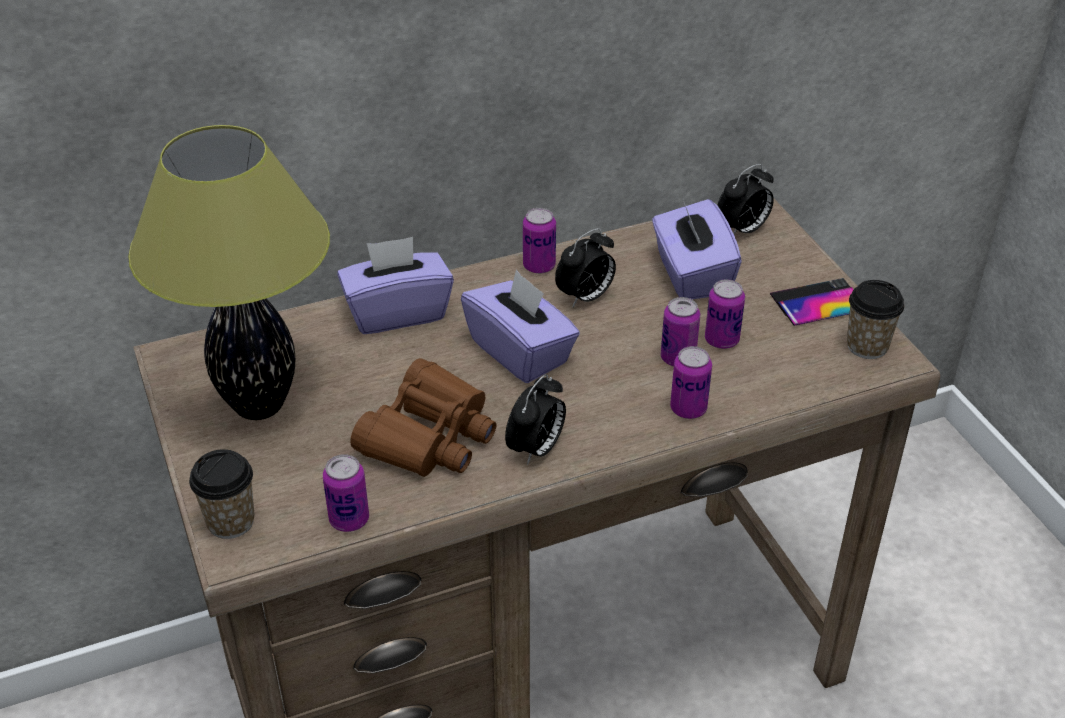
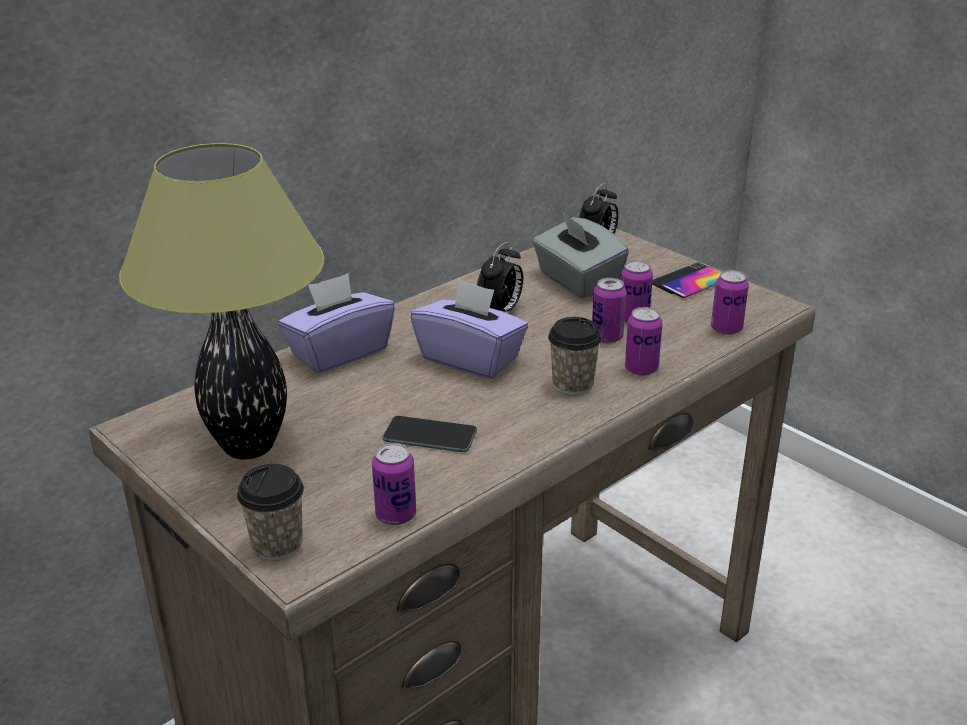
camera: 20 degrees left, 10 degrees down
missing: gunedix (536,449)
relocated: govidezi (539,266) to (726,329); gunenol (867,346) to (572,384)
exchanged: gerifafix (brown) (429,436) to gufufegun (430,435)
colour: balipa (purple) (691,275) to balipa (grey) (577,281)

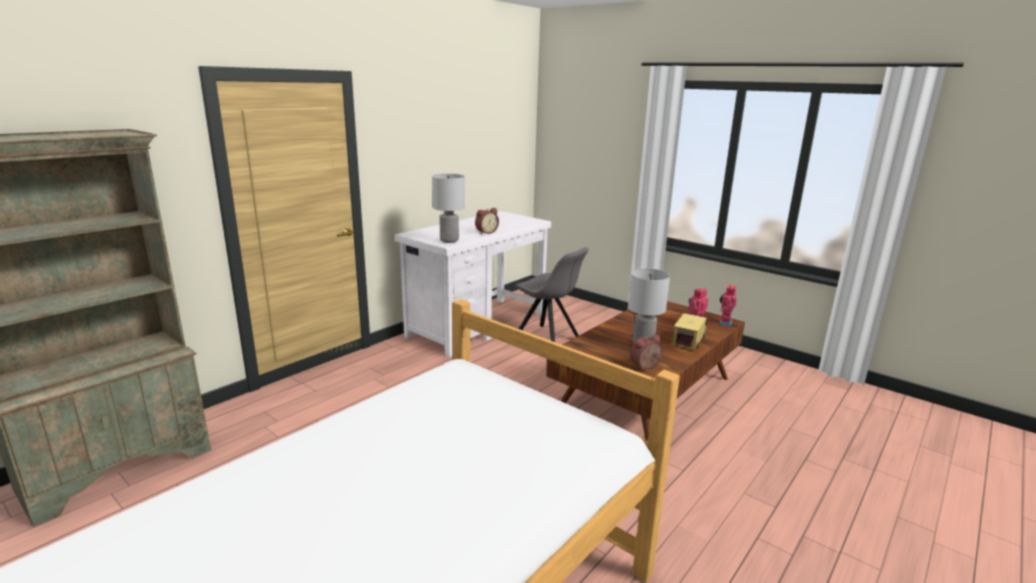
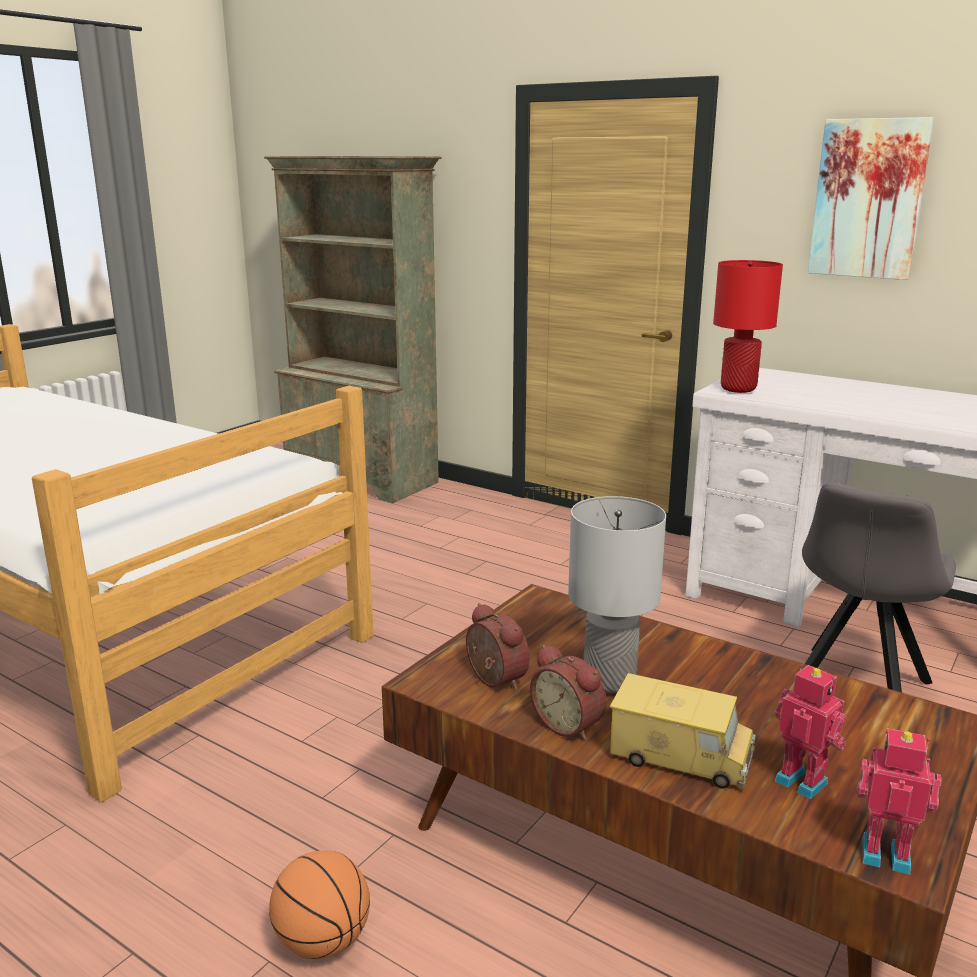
camera: 85 degrees right, 0 degrees up
appeared: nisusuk (323,941); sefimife (868,199)
relocated: gunedix (486,232) to (569,724)
colour: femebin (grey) (449,242) to femebin (red) (737,391)

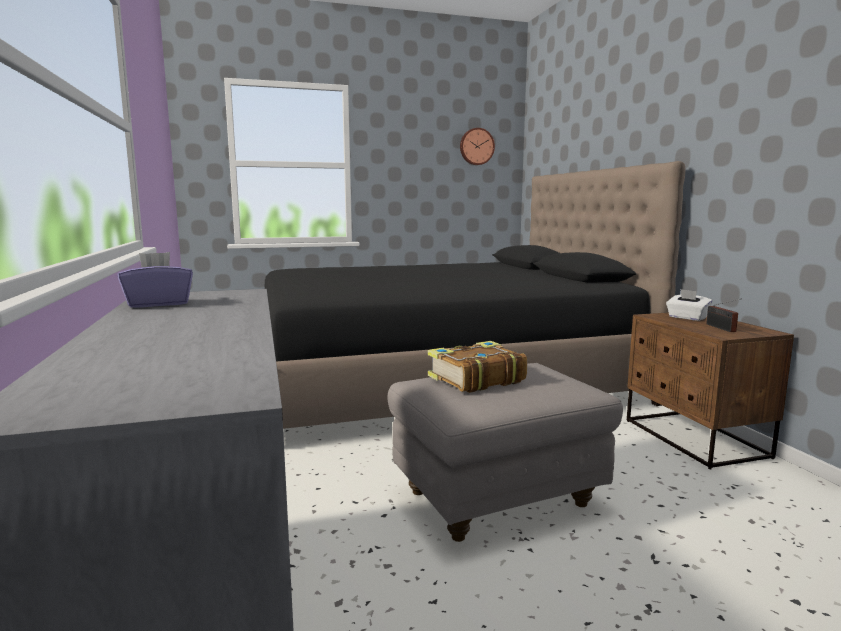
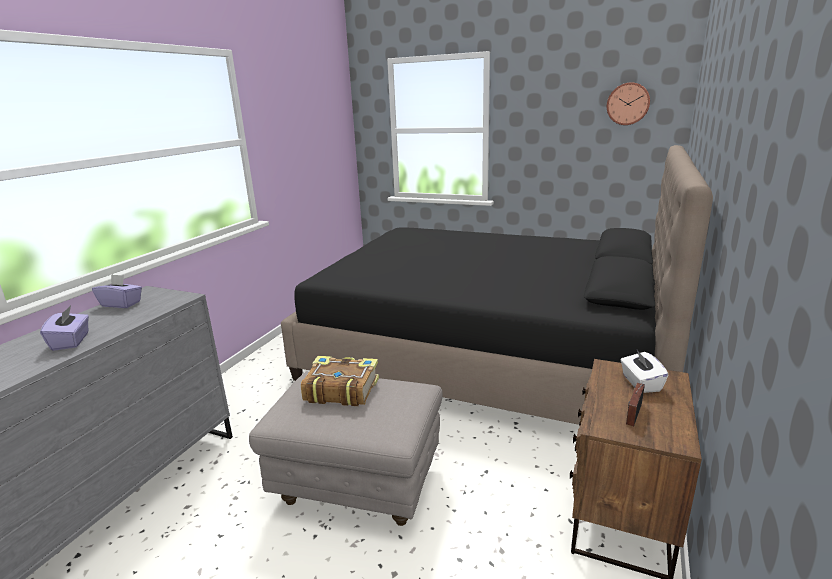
camera: 40 degrees right, 10 degrees up
appeared: balipa (purple) (71,341)

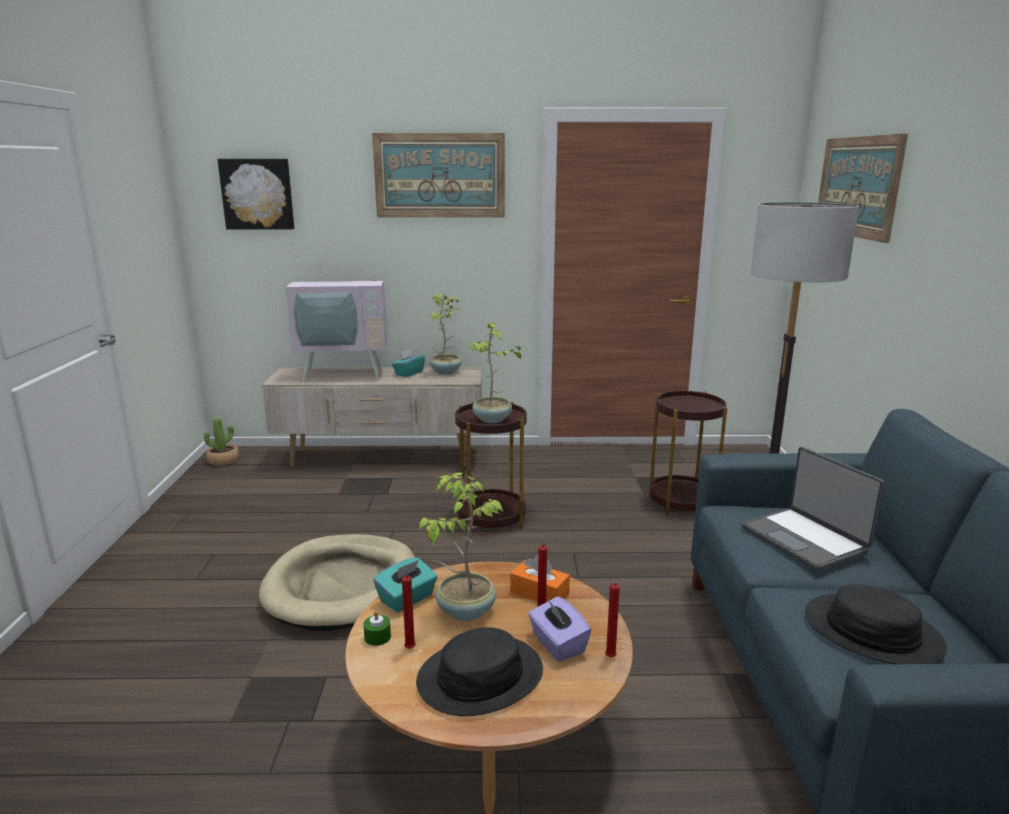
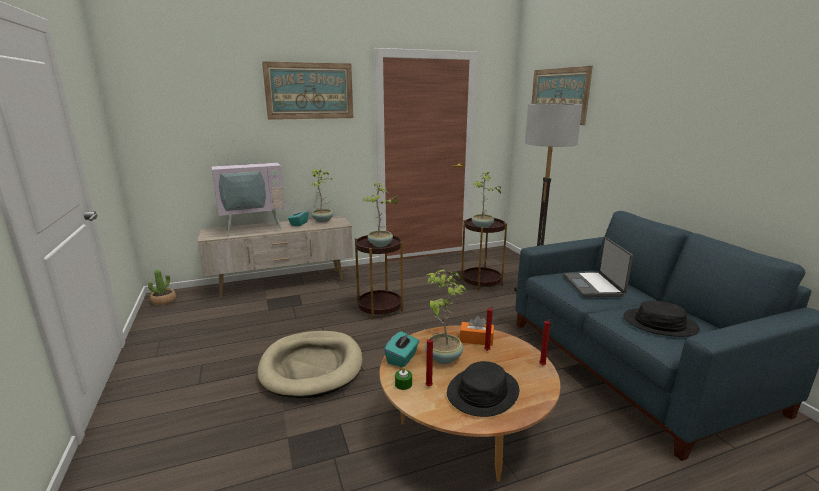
camera: 20 degrees left, 0 degrees up
missing: sefimife (257,194); balipa (purple) (557,644)
appeared: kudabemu (482,226)
spun: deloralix (805,540) = (593,286) 45 degrees clockwise

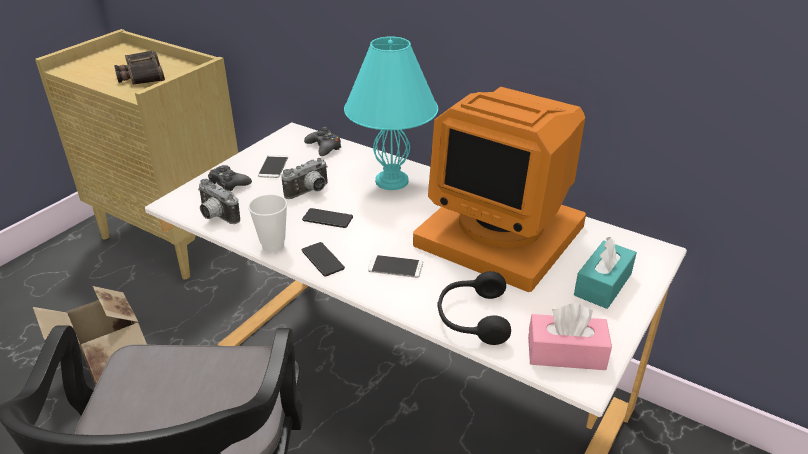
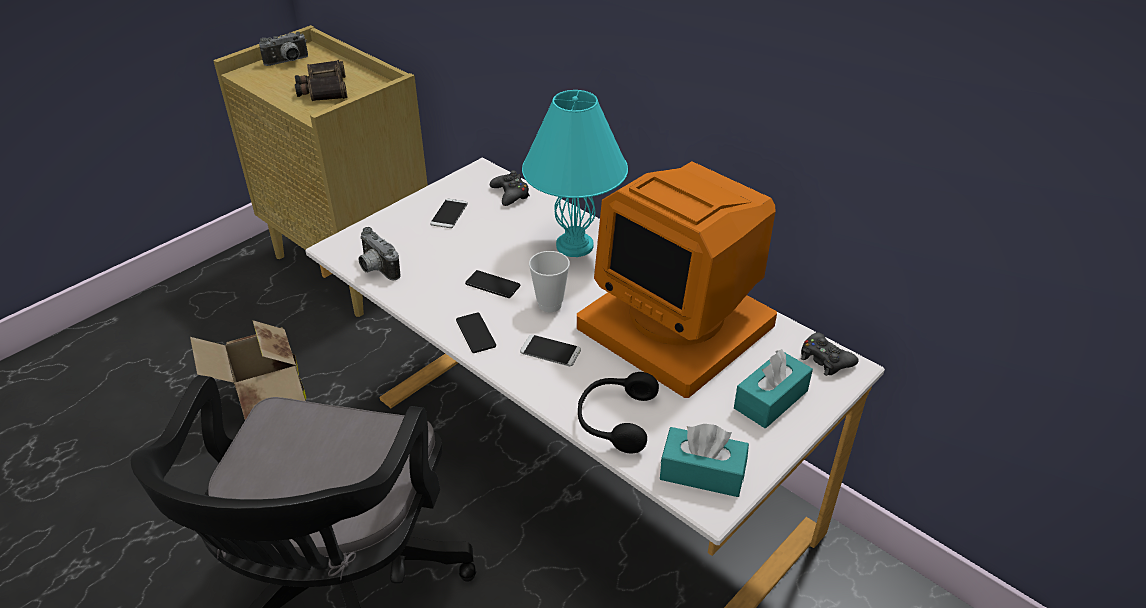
camera: 10 degrees right, 5 degrees up
relocated: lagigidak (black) (228,183) to (825,360); gunenol (273,246) to (550,305); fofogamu (309,192) to (288,62)
colour: balipa (pink) (566,353) to balipa (turquoise) (702,472)

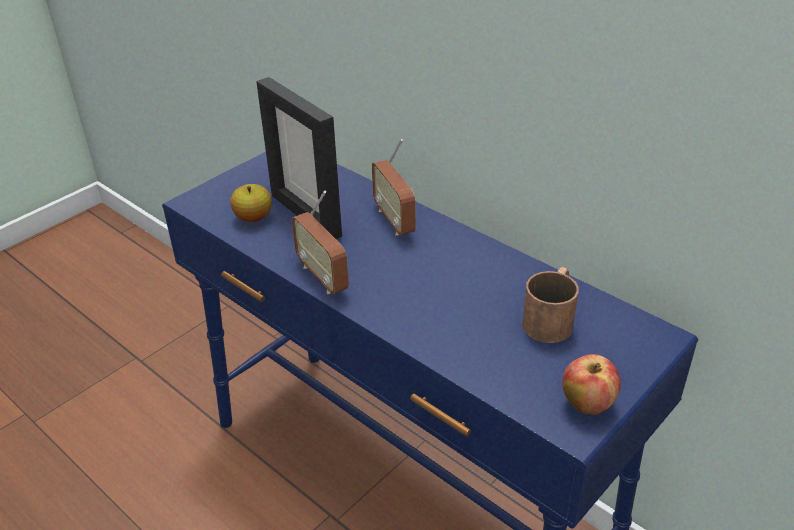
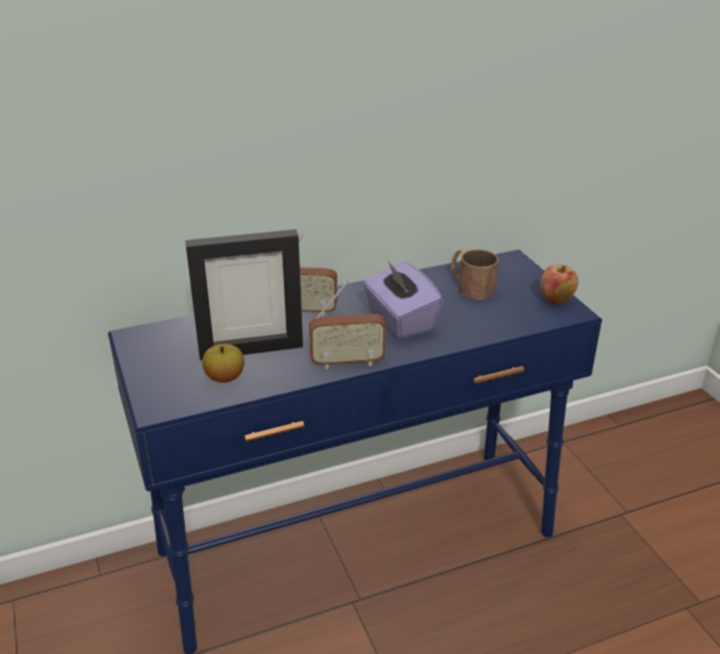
camera: 65 degrees left, 5 degrees down
appeared: balipa (purple) (399,320)

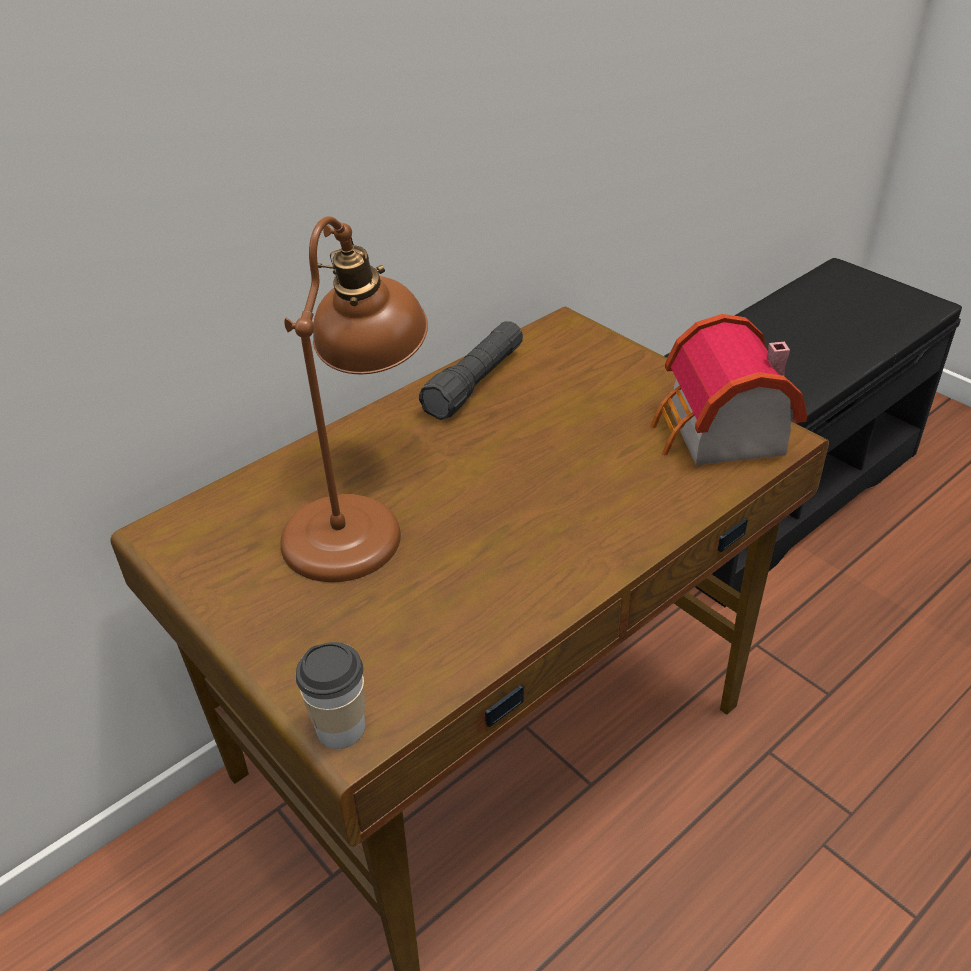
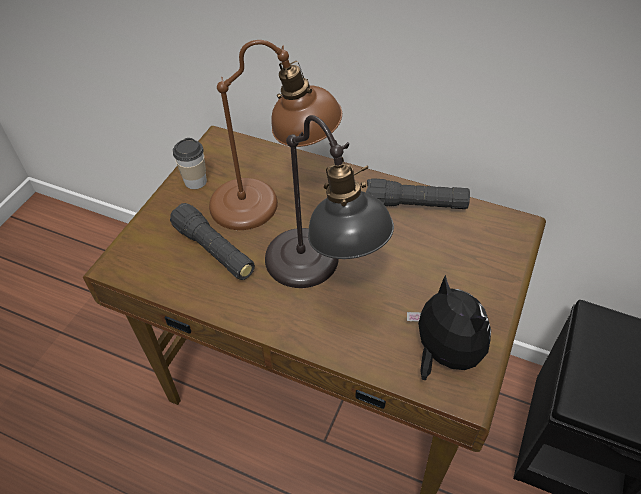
camera: 65 degrees right, 10 degrees up
appeared: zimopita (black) (214,250); femebin (grey) (323,278)
relocated: gunenol (341,728) to (195,181)
exchanged: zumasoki (719,435) to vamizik (444,354)

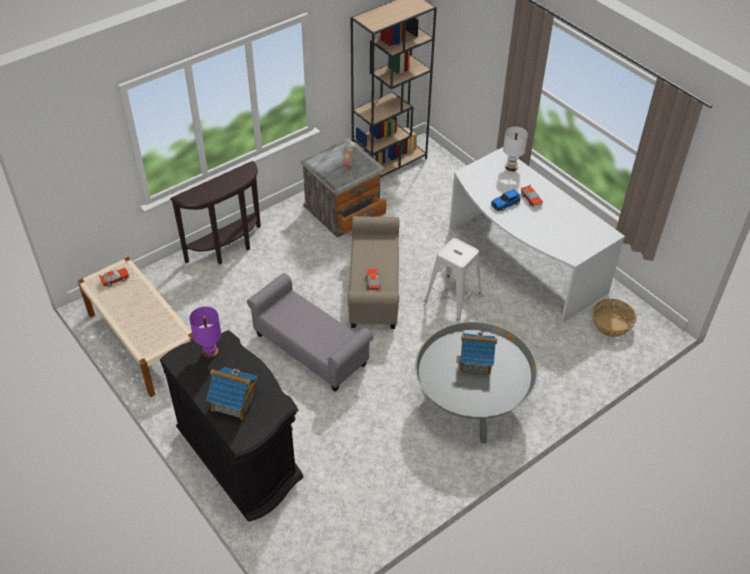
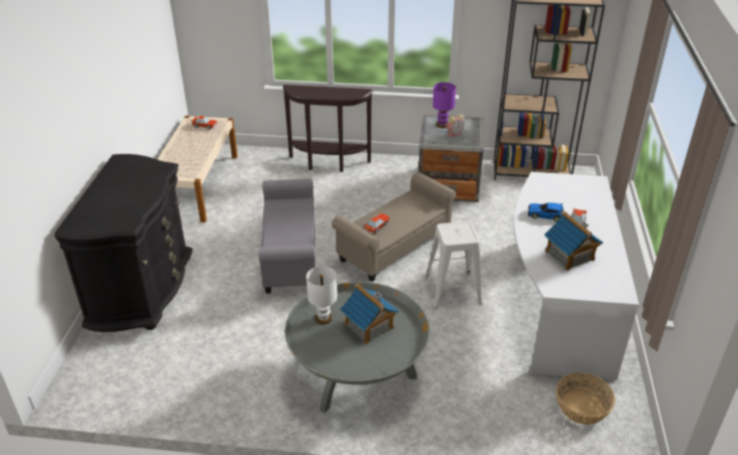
camera: 45 degrees right, 10 degrees down
relocated: femebin (purple) (210,352) to (442,124); zumasoki (234,401) to (569,255); femebin (white) (511,167) to (323,318)

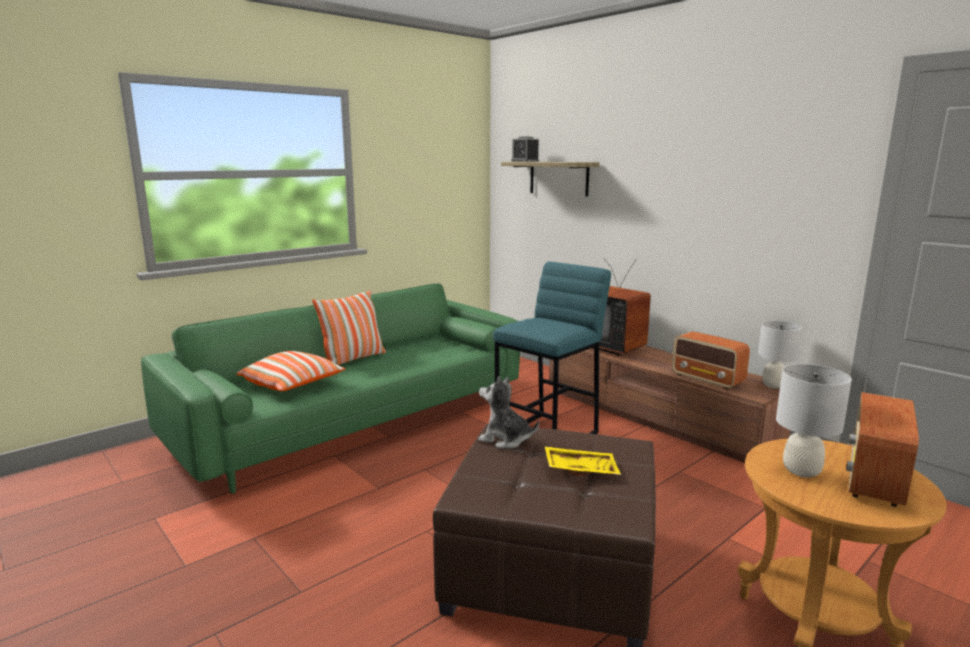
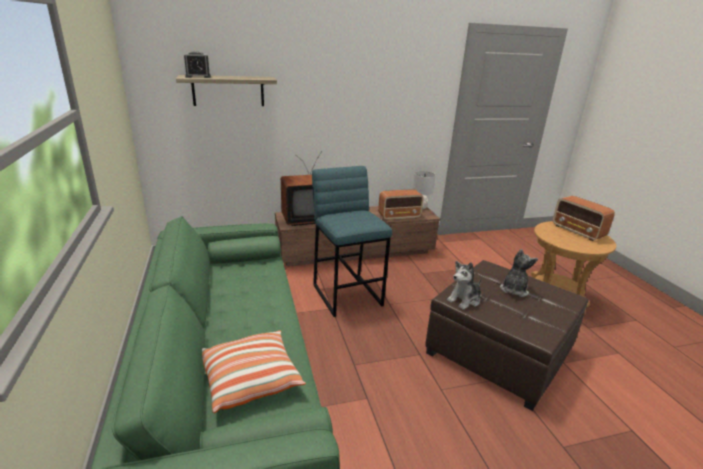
camera: 65 degrees left, 10 degrees up
missing: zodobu (353,359); femebin (grey) (800,472)
exchanged: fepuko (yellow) (581,469) to vamizik (513,290)

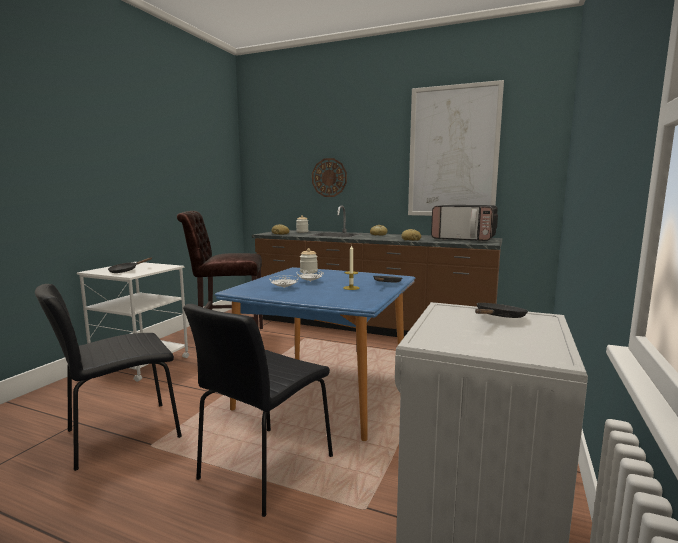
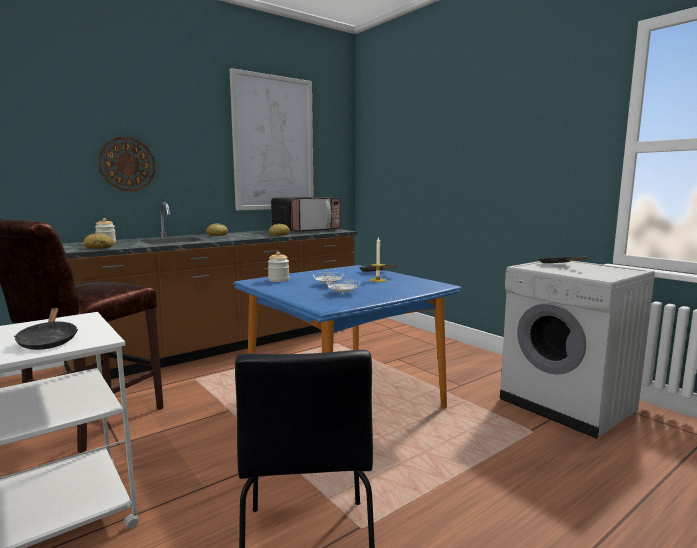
camera: 60 degrees left, 0 degrees up
missing: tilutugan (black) (263,469)

